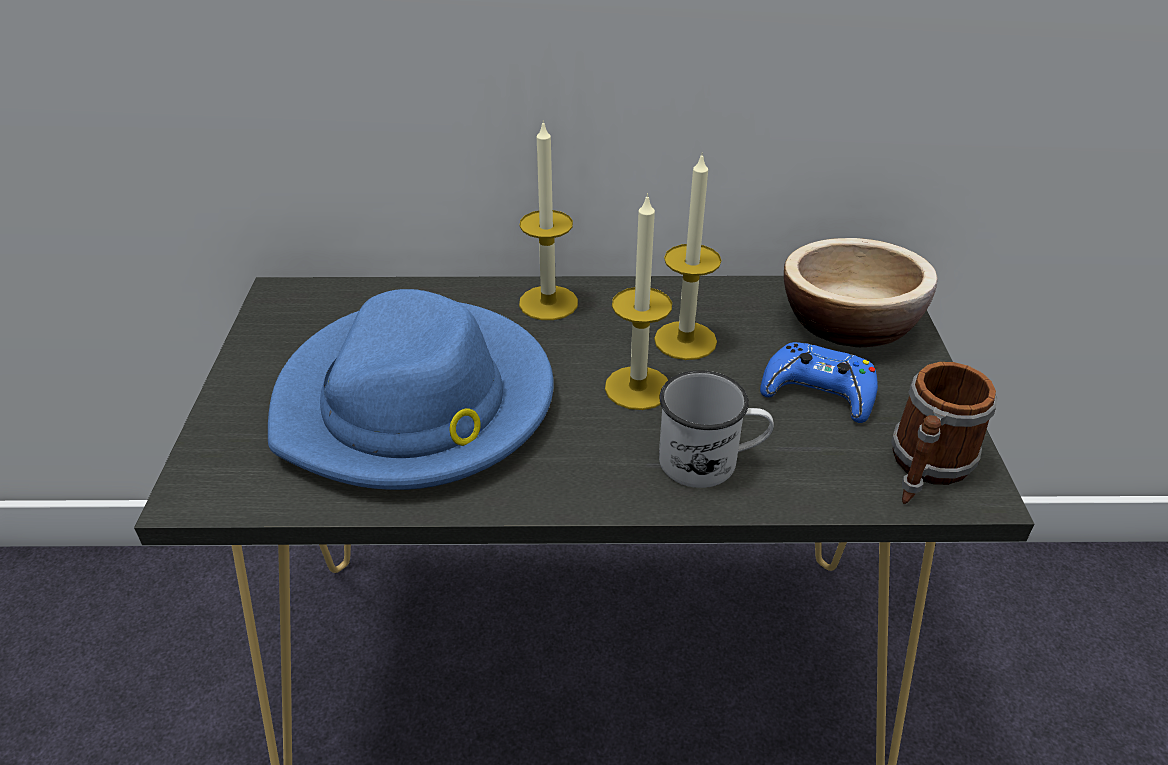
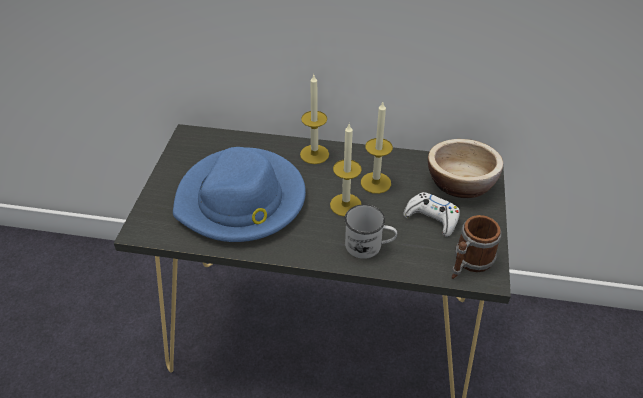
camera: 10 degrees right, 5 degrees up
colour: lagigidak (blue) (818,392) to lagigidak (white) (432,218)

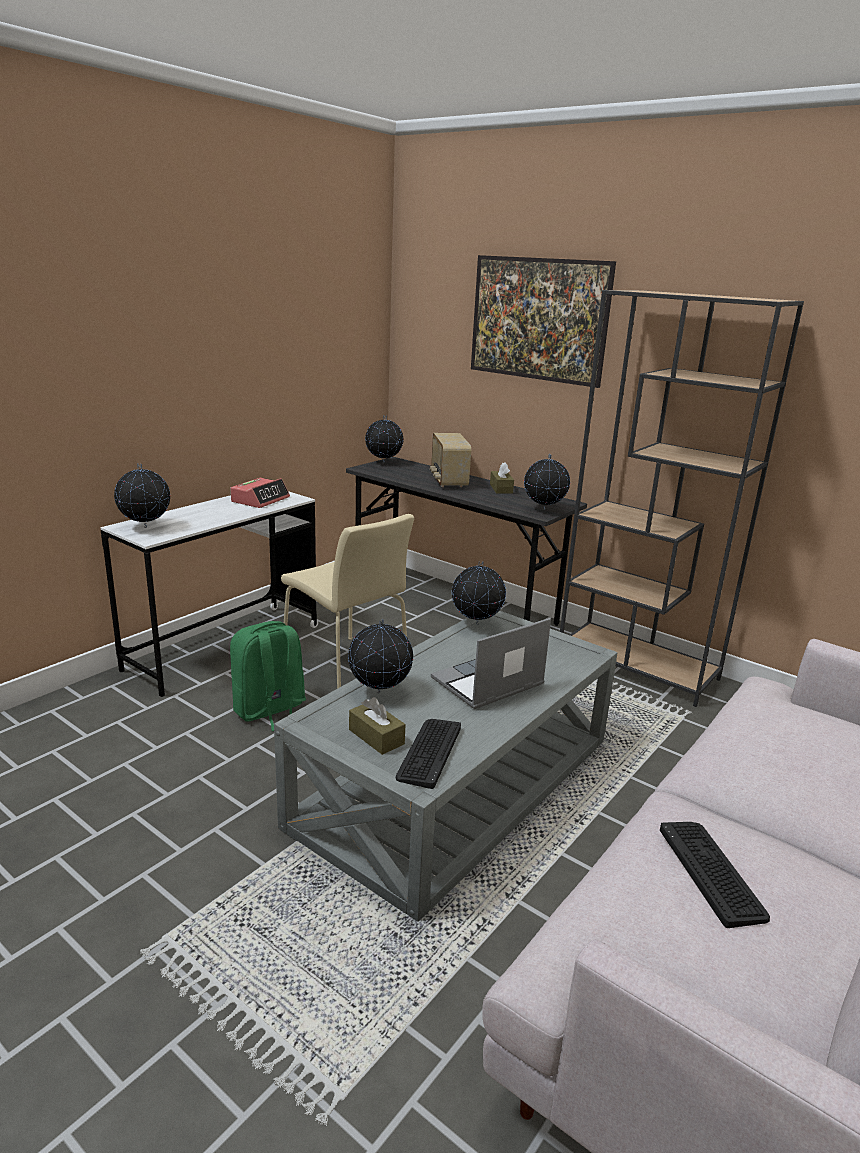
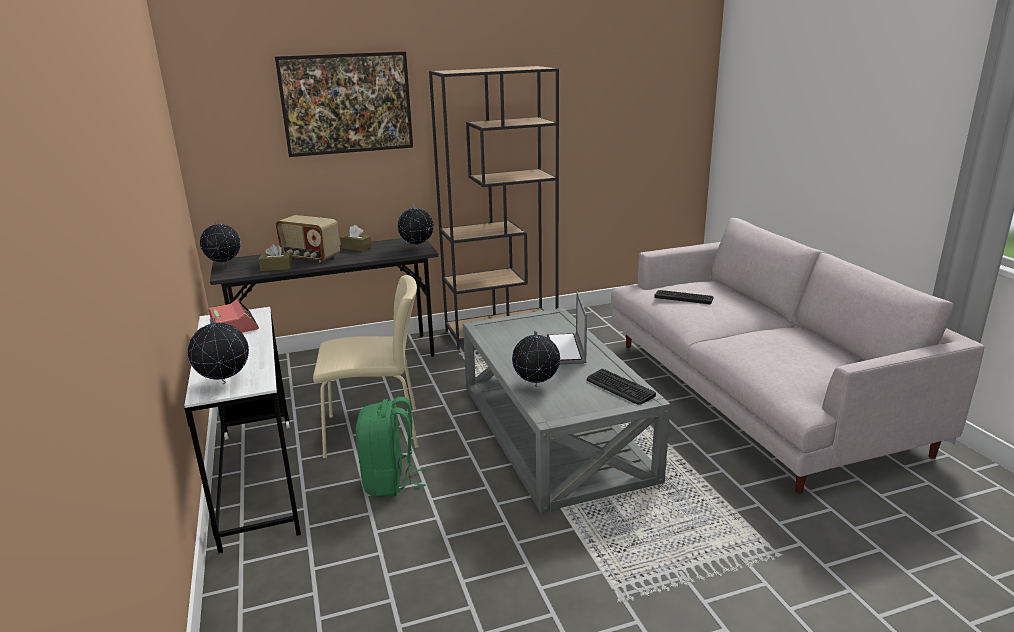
camera: 55 degrees left, 0 degrees up
missing: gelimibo (476,624)
relocated: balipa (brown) (376,737) to (276,268); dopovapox (711,872) to (683,297)

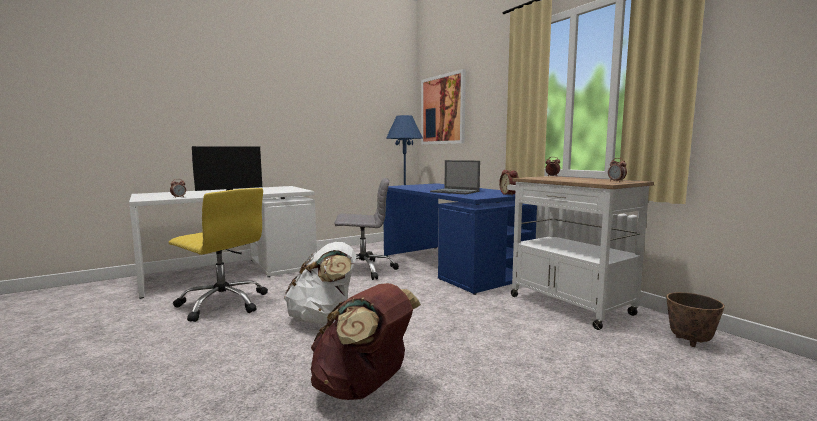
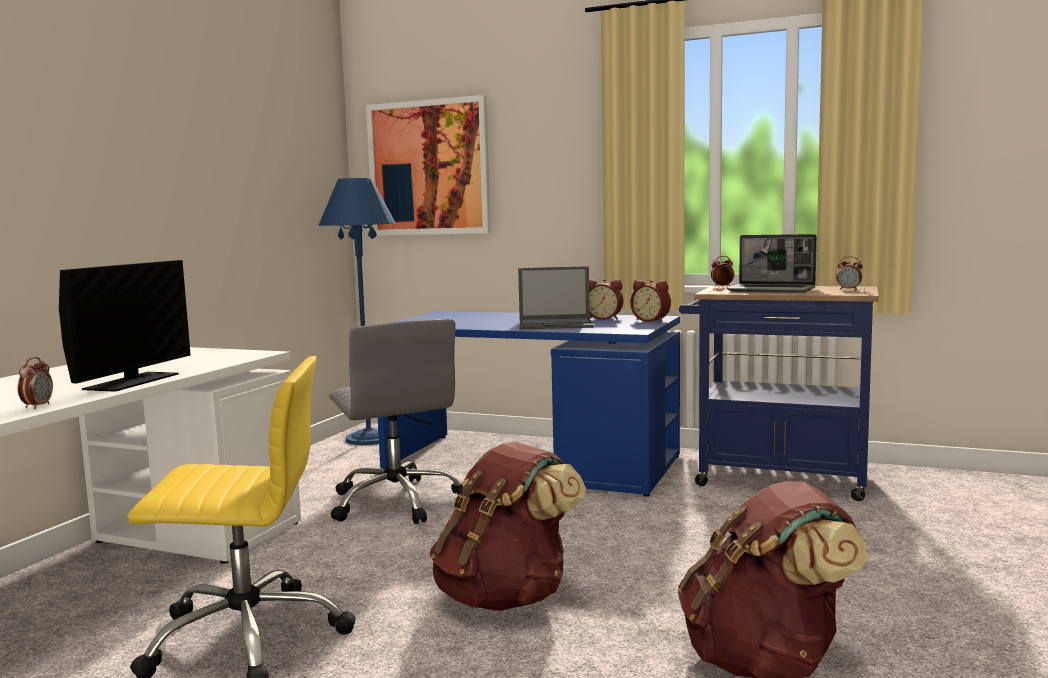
camera: 35 degrees left, 0 degrees up
missing: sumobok (690,341)
appeared: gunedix (604,318); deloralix (772,290)
colour: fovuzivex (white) (324,318) to fovuzivex (brown) (506,596); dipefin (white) (566,304) to dipefin (blue) (775,479)
spun: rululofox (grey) (364,270) = (397,502) 105 degrees clockwise

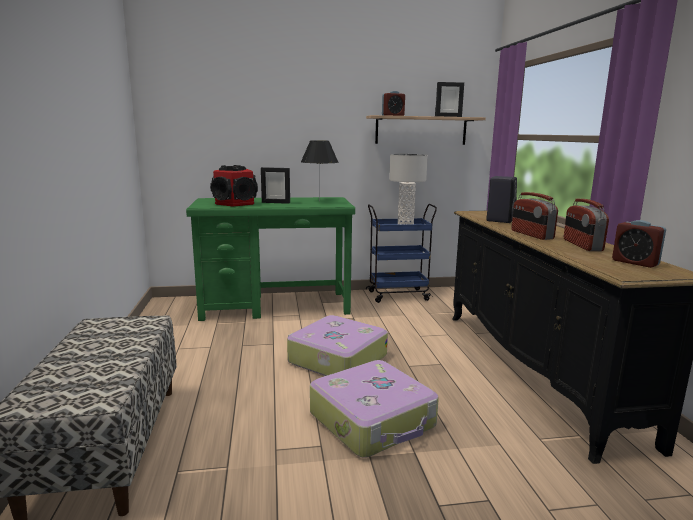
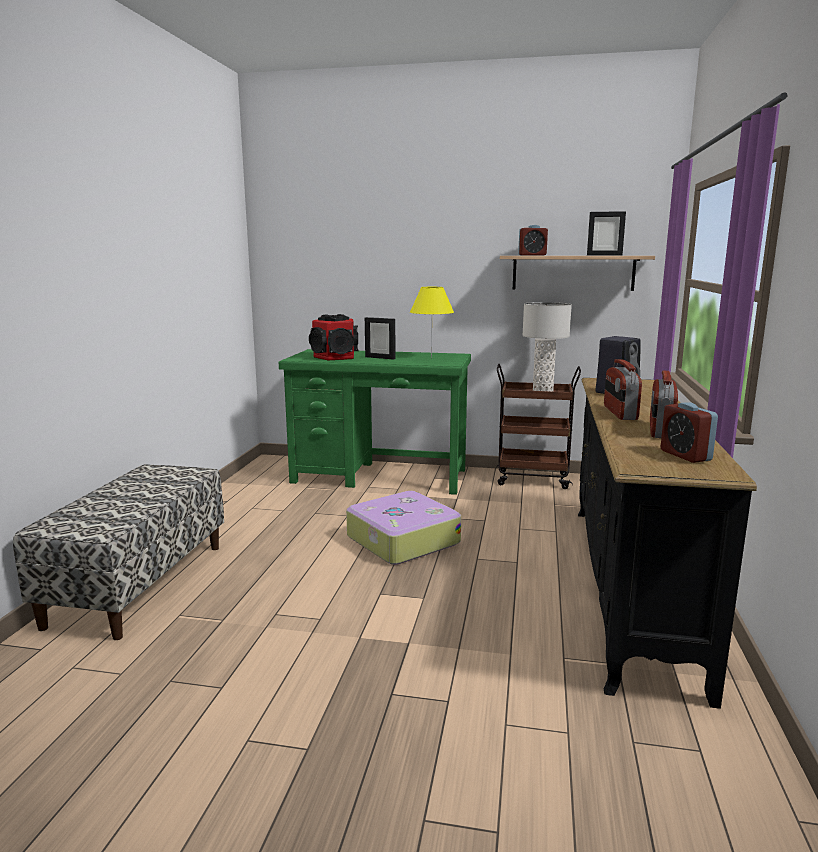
camera: 20 degrees right, 0 degrees up
missing: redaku (373,420)
colour: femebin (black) (319,201) to femebin (yellow) (431,358); dipefin (blue) (398,295) to dipefin (brown) (533,480)

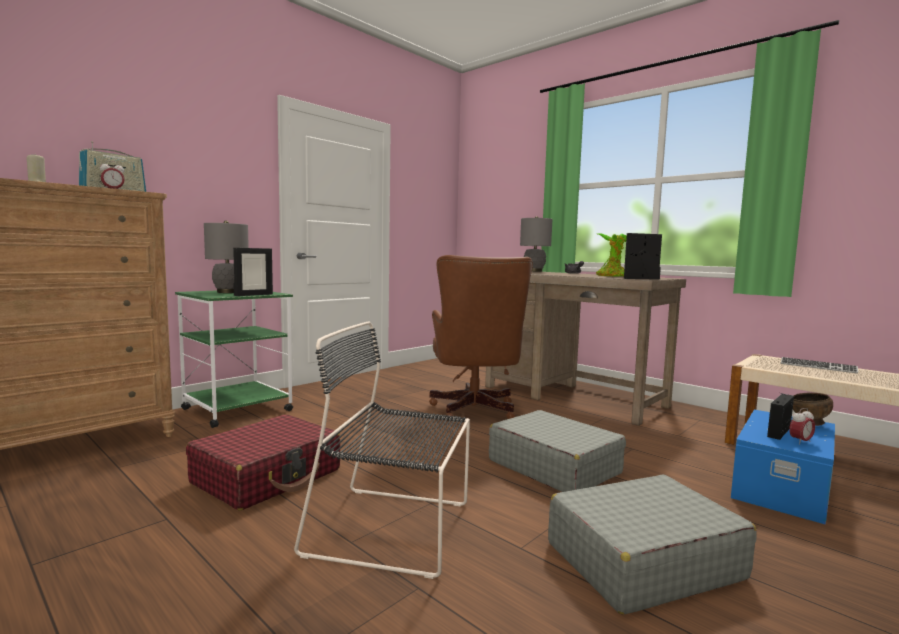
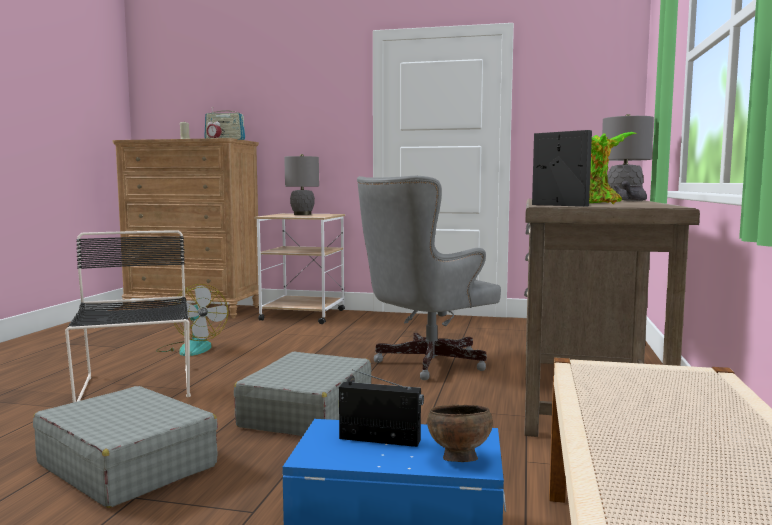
camera: 60 degrees right, 0 degrees up
missing: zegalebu (253,295); dopovapox (817,367); gunedix (800,441)
exchanged: redaku (red) (268,476) to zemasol (191,348)
colour: dipefin (green) (239,409) to dipefin (beige) (304,315); rululofox (brown) (475,411) to rululofox (grey) (425,364)

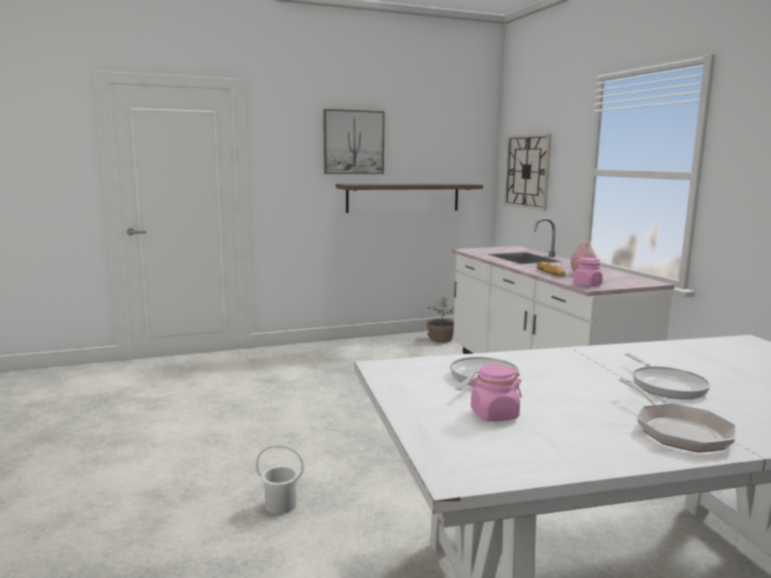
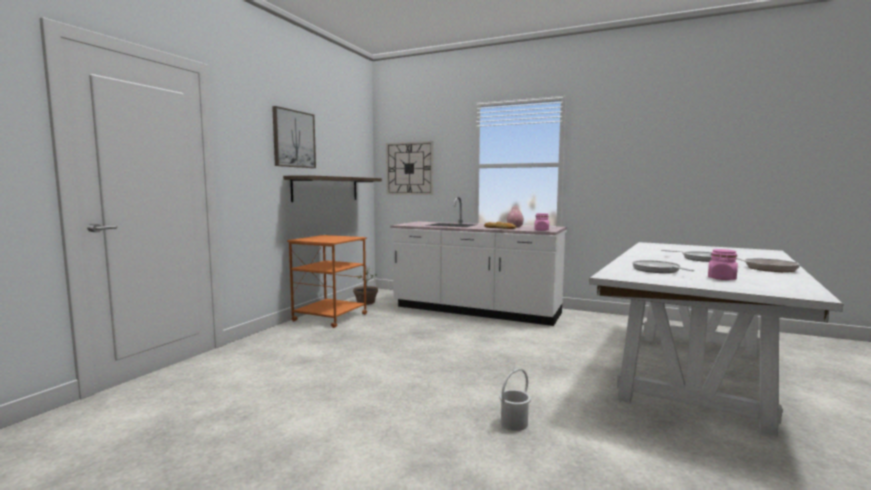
camera: 45 degrees left, 5 degrees down
appeared: dipefin (orange) (330,317)

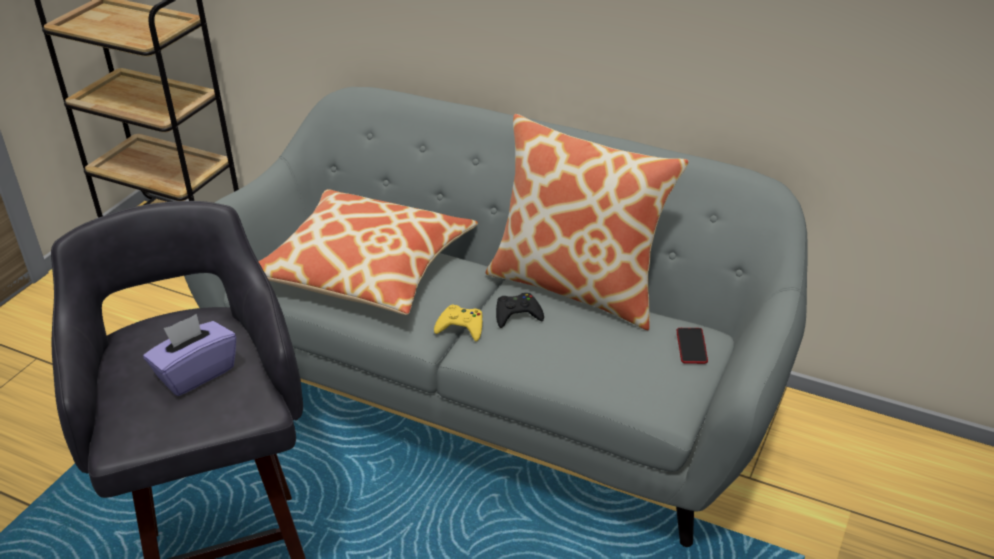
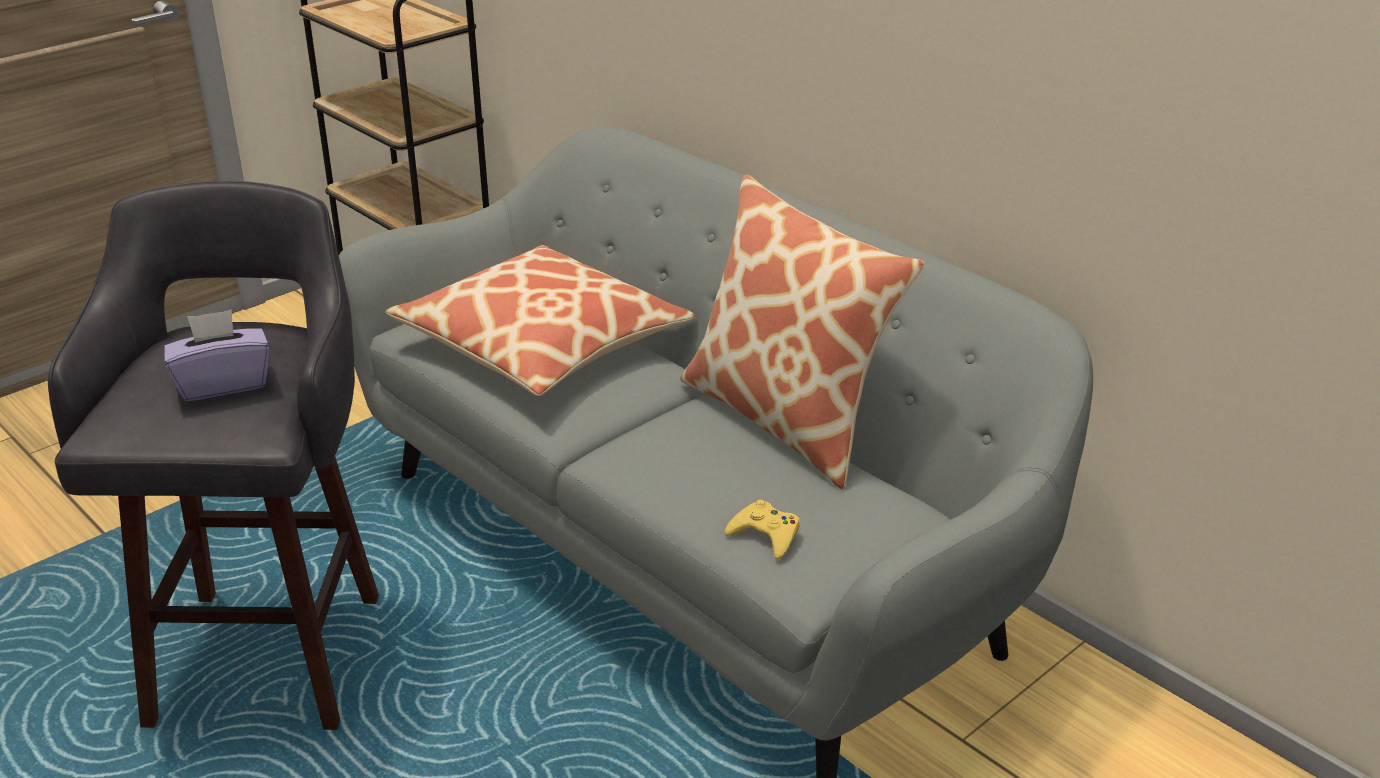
camera: 20 degrees right, 5 degrees down
missing: lagigidak (black) (517,314); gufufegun (691,346)
relocated: lagigidak (yellow) (461,327) to (766,535)

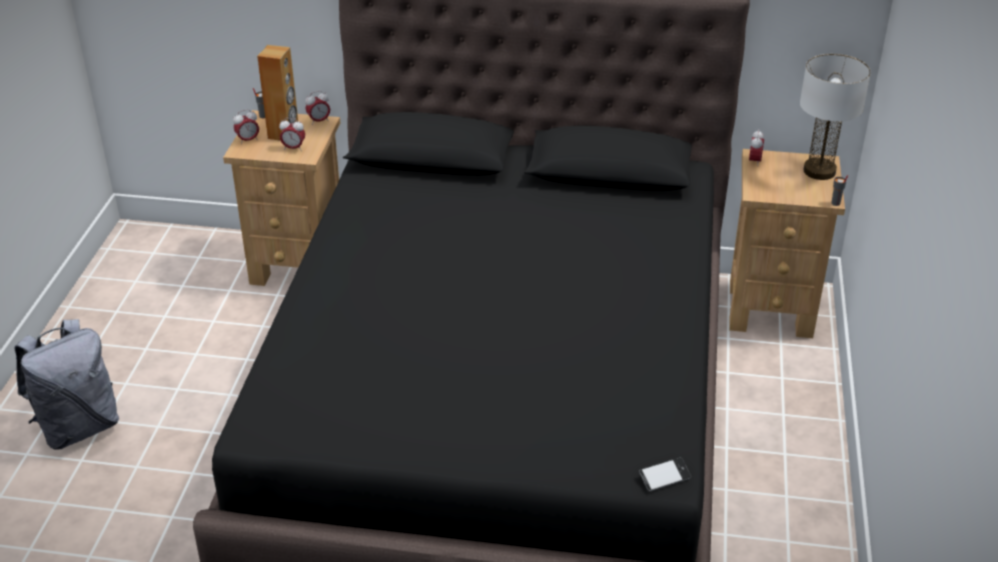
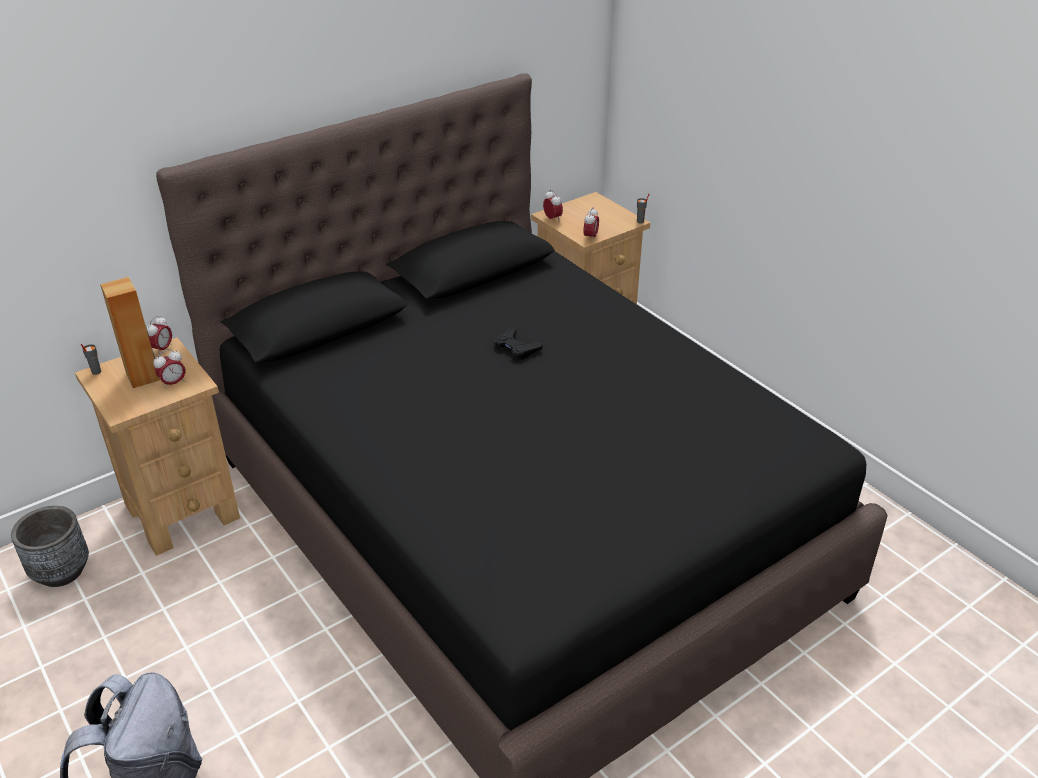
camera: 45 degrees left, 0 degrees up
missing: gufufegun (664,477); femebin (819,171)
appeared: sumobok (grey) (61,571); lagigidak (black) (516,348)
relocated: gunedix (248,140) to (590,237)

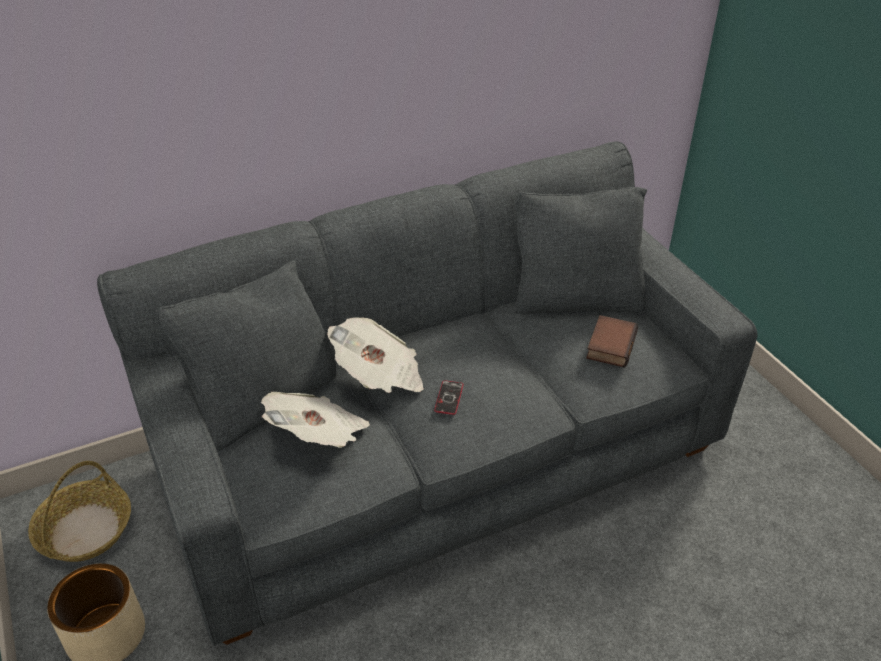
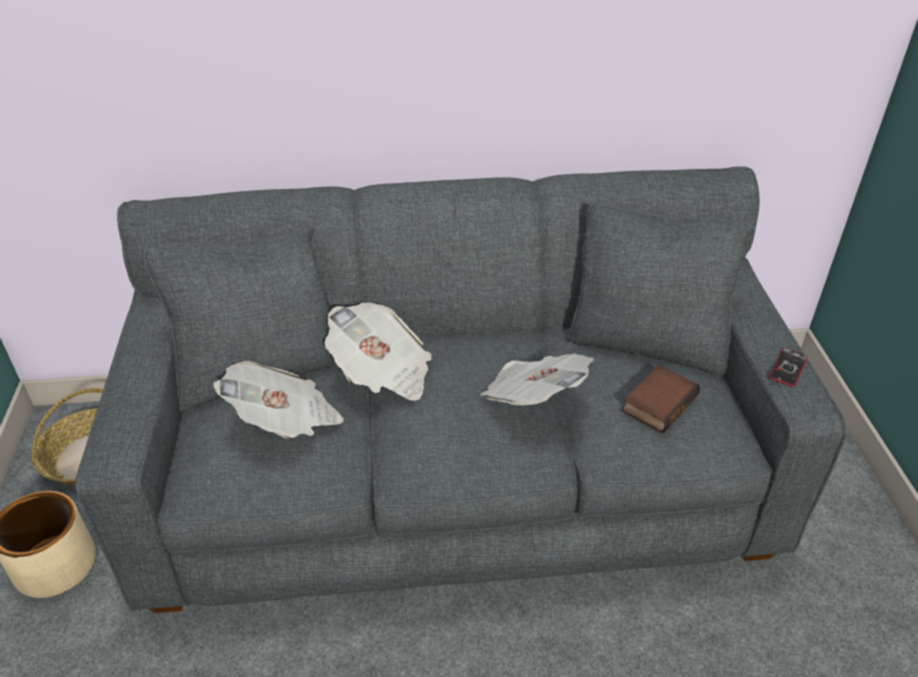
camera: 20 degrees right, 0 degrees up
appeared: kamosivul (533,398)
relocated: gufufegun (449,398) to (788,368)

